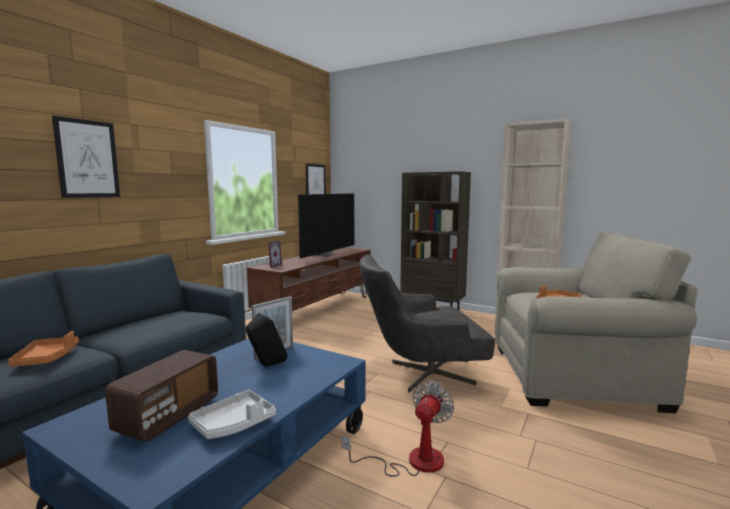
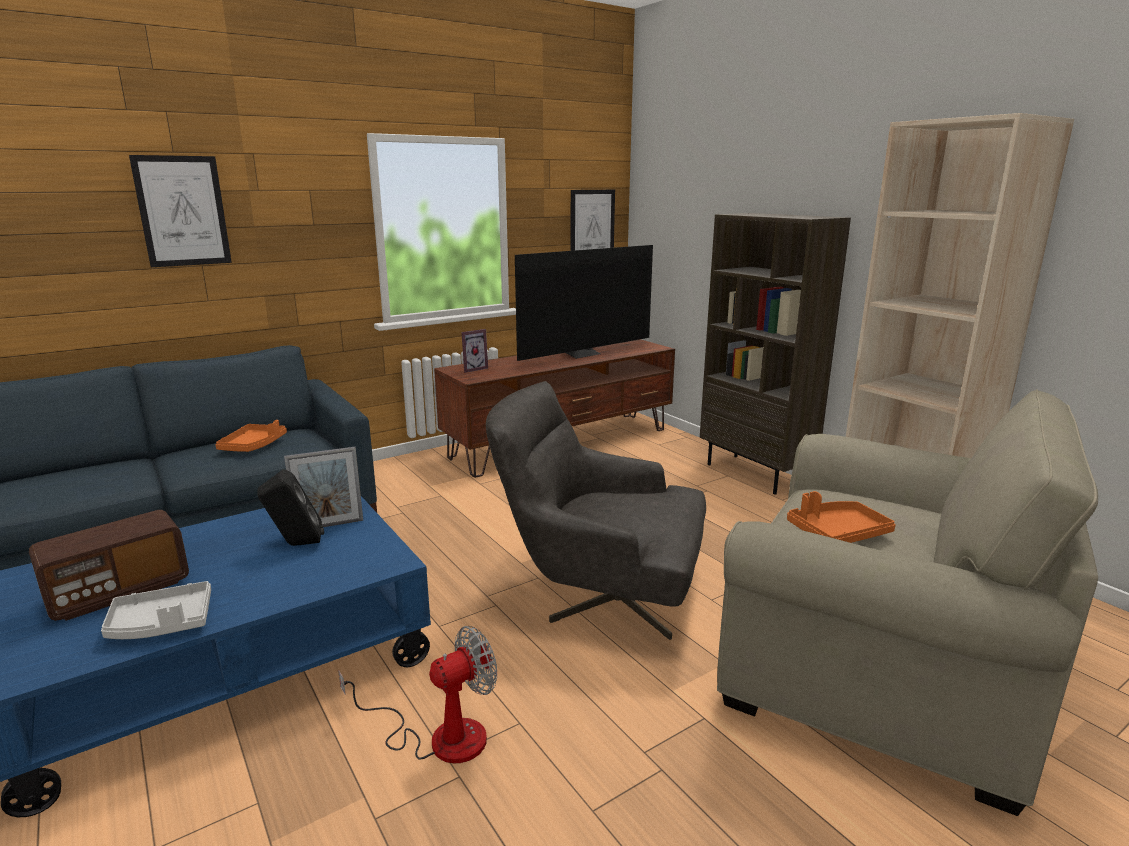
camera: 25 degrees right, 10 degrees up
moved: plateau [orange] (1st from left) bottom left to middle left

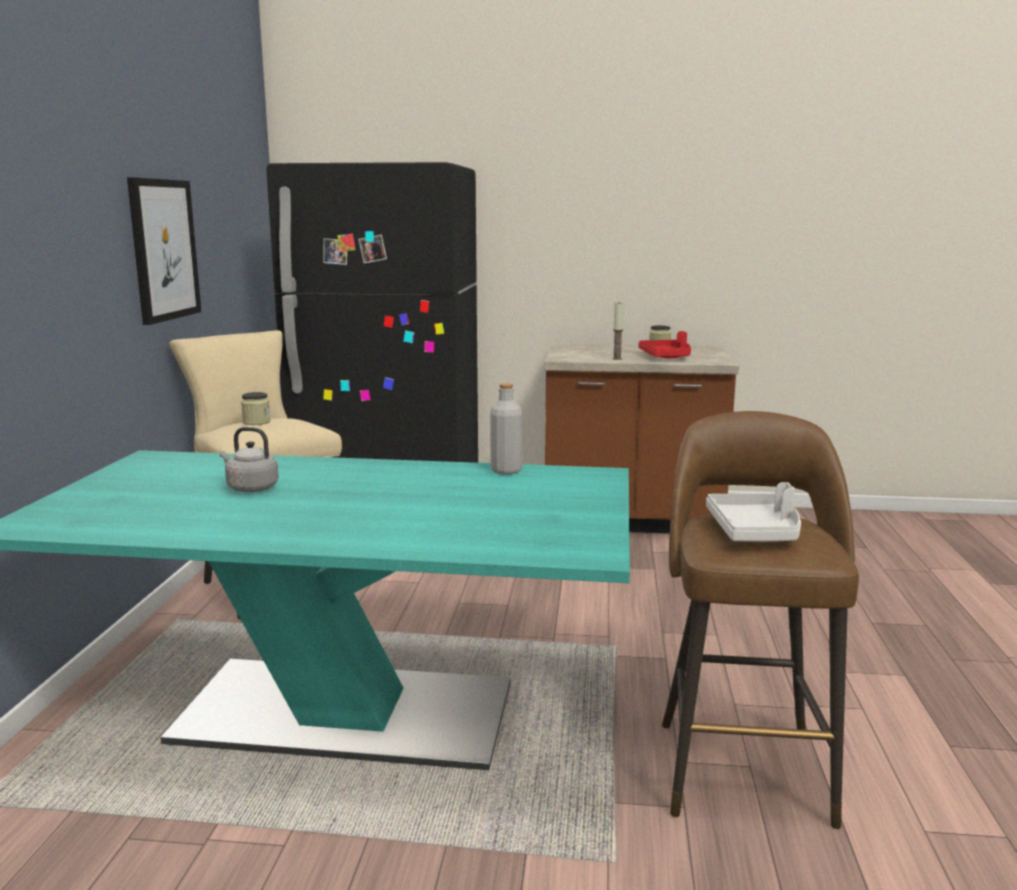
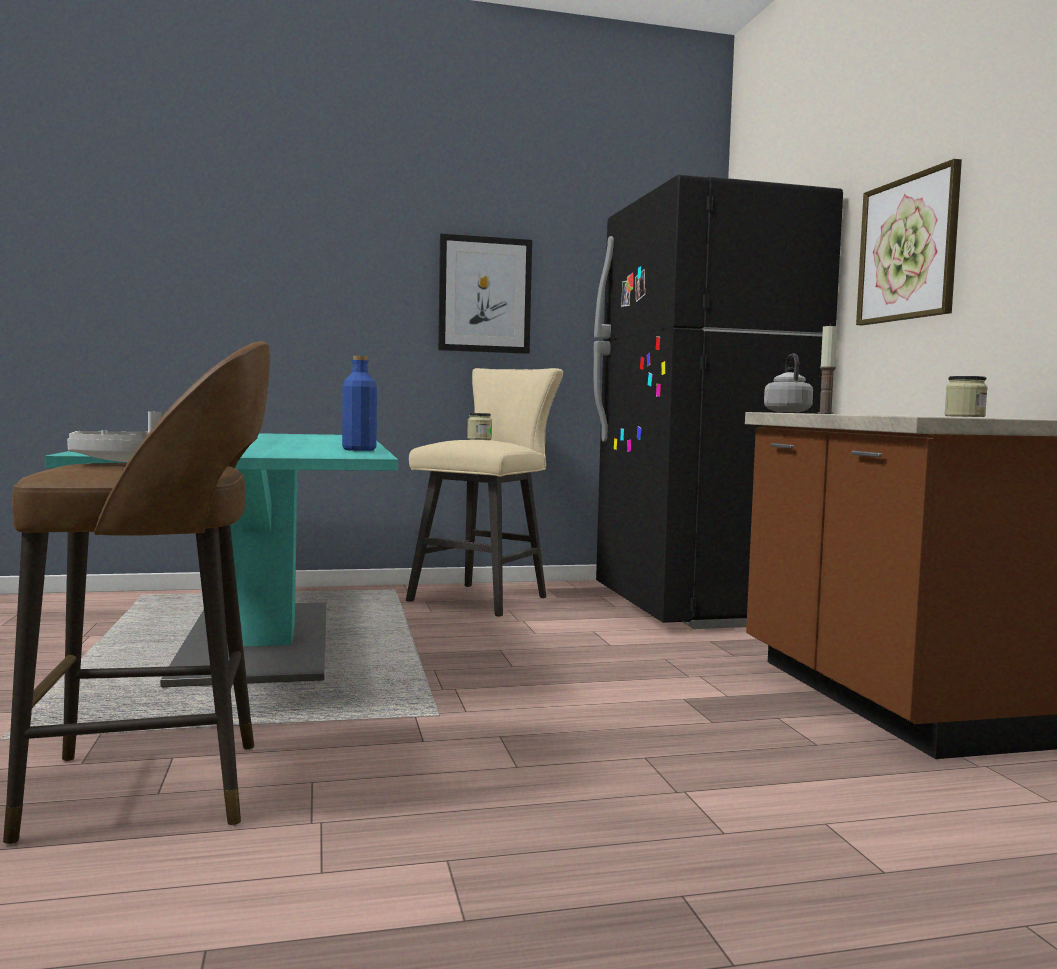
camera: 70 degrees right, 10 degrees down
removed: plateau [rouge] centre
added: tableau (2nd from left) top right
moved: bouilloire [gris] middle left to middle right
recoloured: bouteille [gris] centre to bouteille [bleu] centre

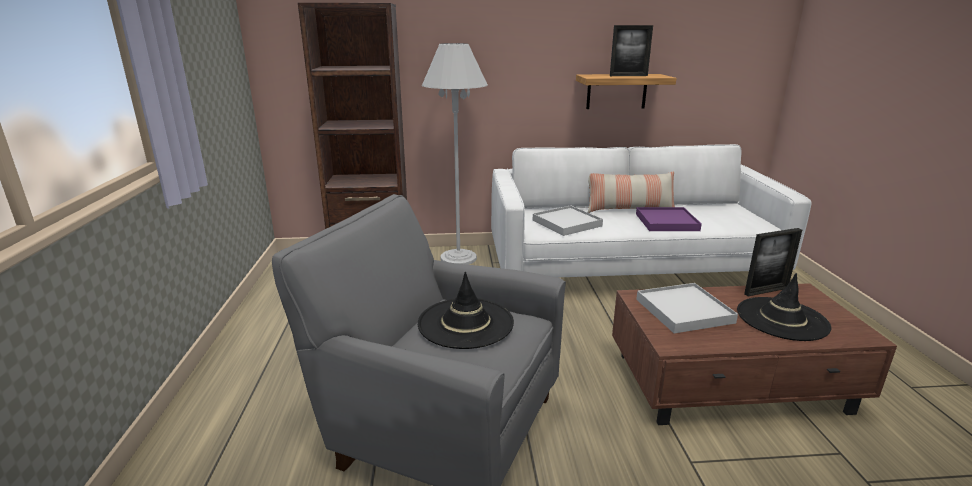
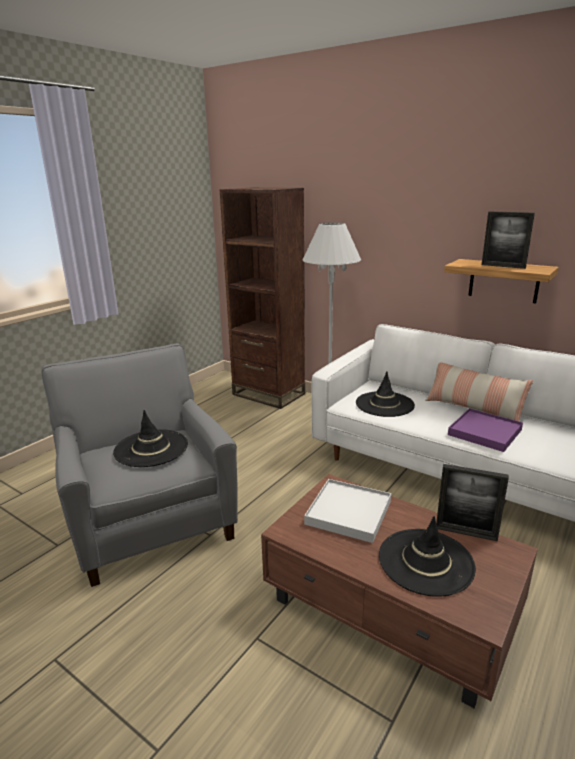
camera: 40 degrees right, 0 degrees up
replaced: plateau [blanc] (1st from left) centre to chapeau [noir] (2nd from left) middle right

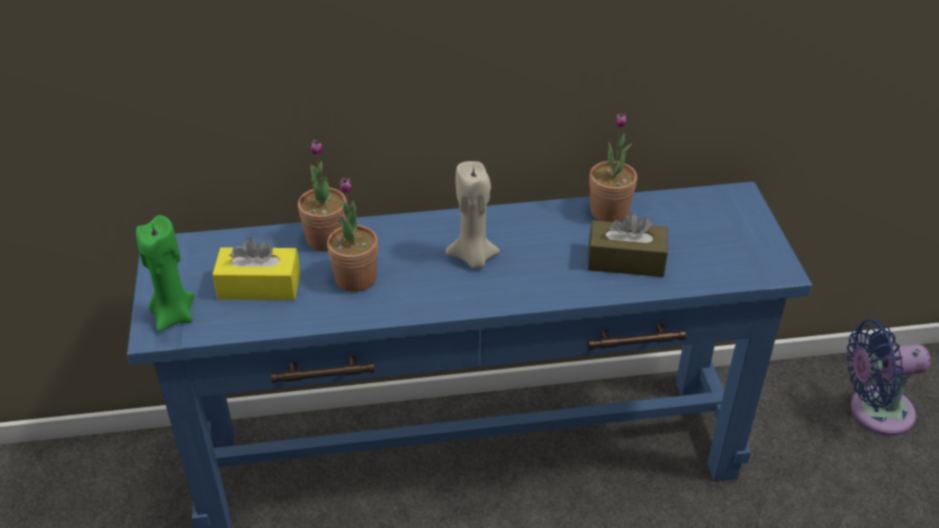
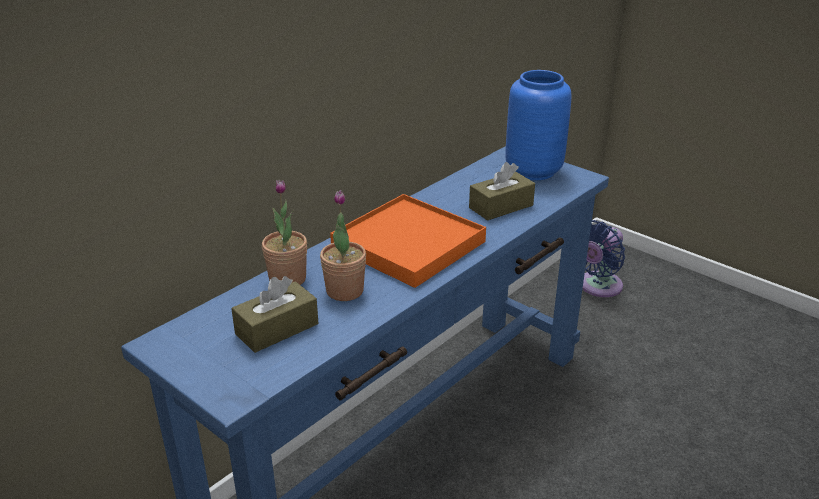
camera: 40 degrees left, 10 degrees down
removed: bougie [vert] middle left; plante en pot (3rd from left) top centre
added: vase [bleu] top centre
replaced: bougie [beige] centre to plateau [orange] centre
recoloured: boîte à mouchoirs [jaune] middle left to boîte à mouchoirs [marron] (1st from left) centre

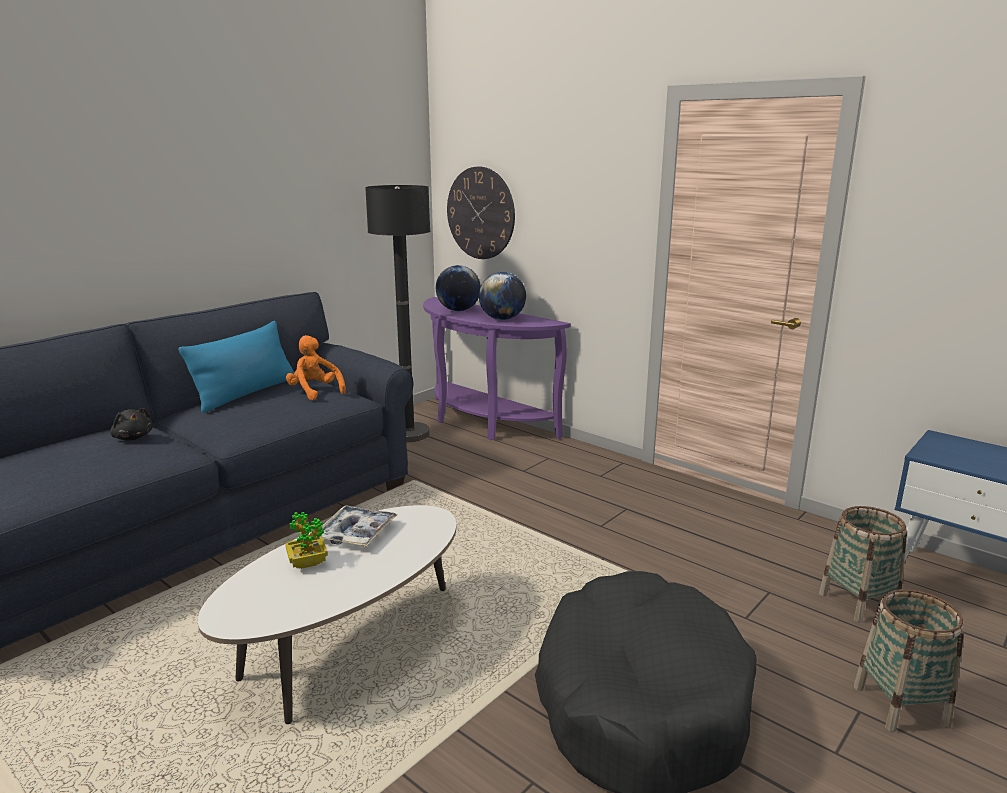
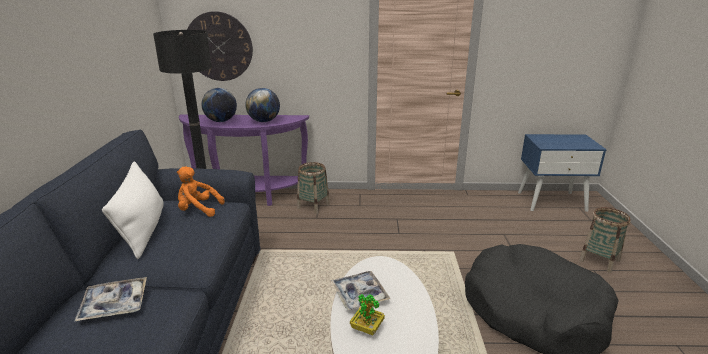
camera: 40 degrees left, 5 degrees up
moved: panier (1st from left) bottom right to centre
replaced: peluche [noir] middle left to plateau (1st from left) bottom left
recoloured: coussin [bleu] middle left to coussin [blanc] middle left

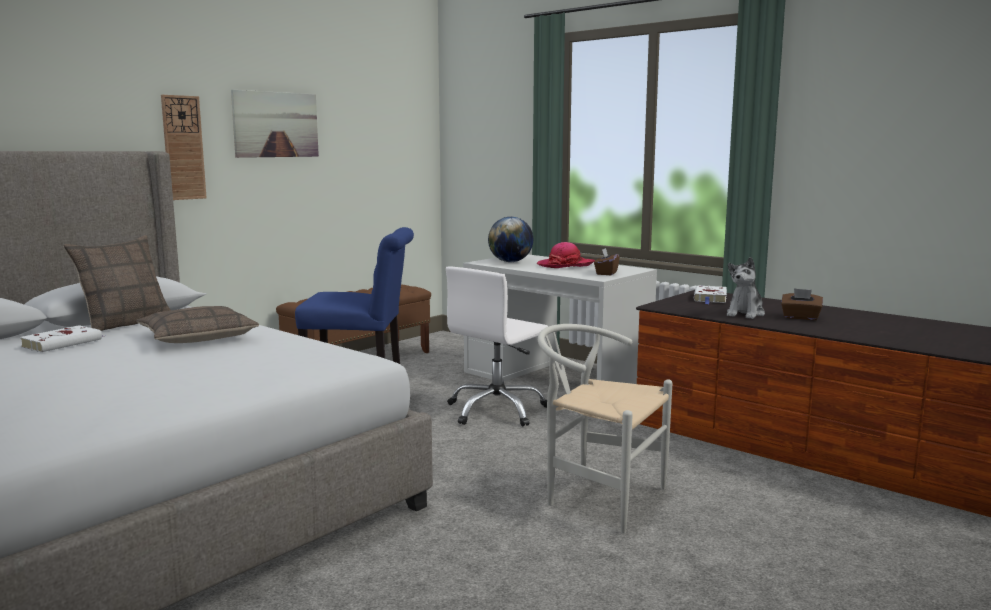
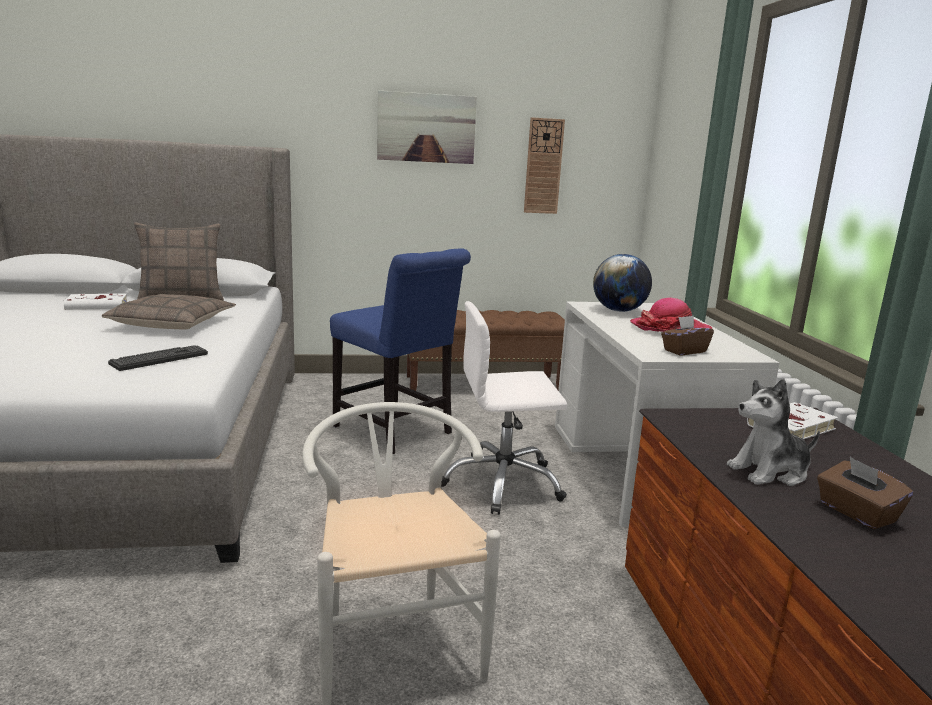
camera: 40 degrees right, 5 degrees up
added: clavier middle left
moved: horloge murale top left to top centre

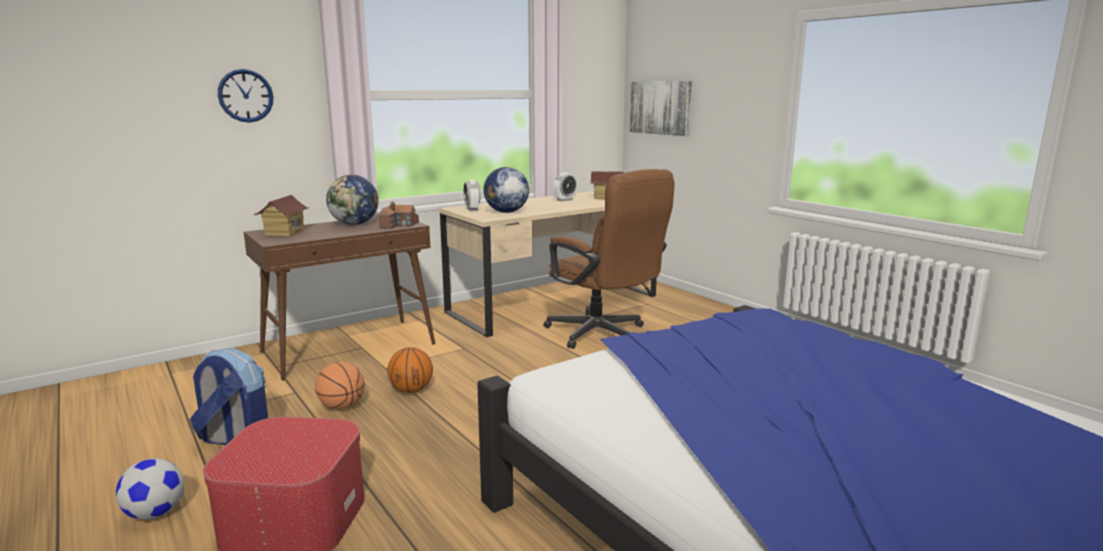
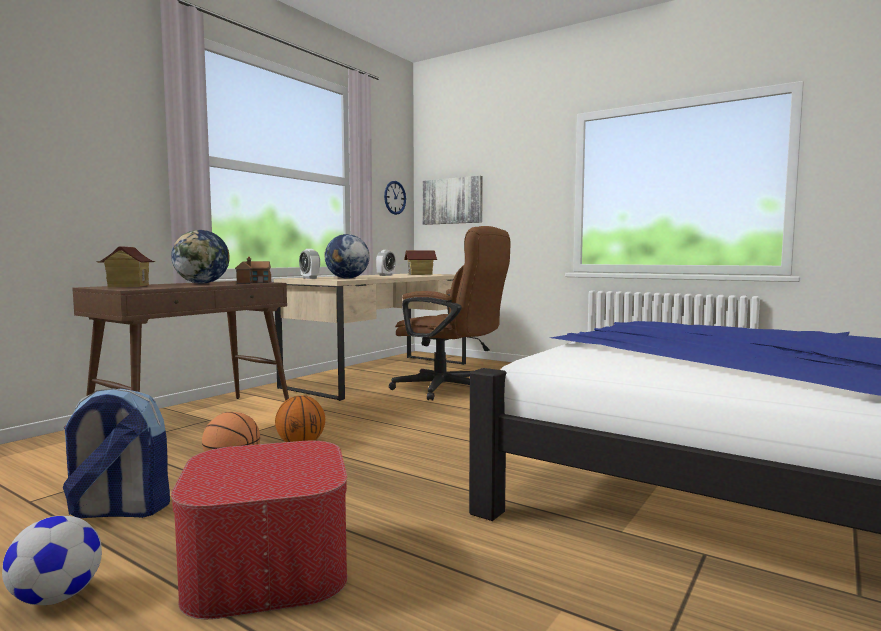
camera: 20 degrees left, 10 degrees down
moved: horloge murale top left to top centre

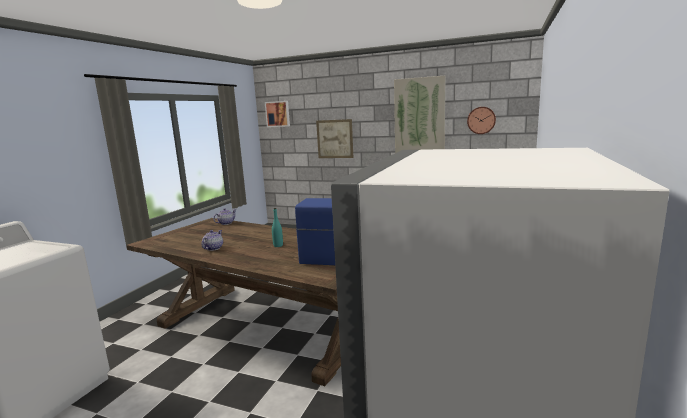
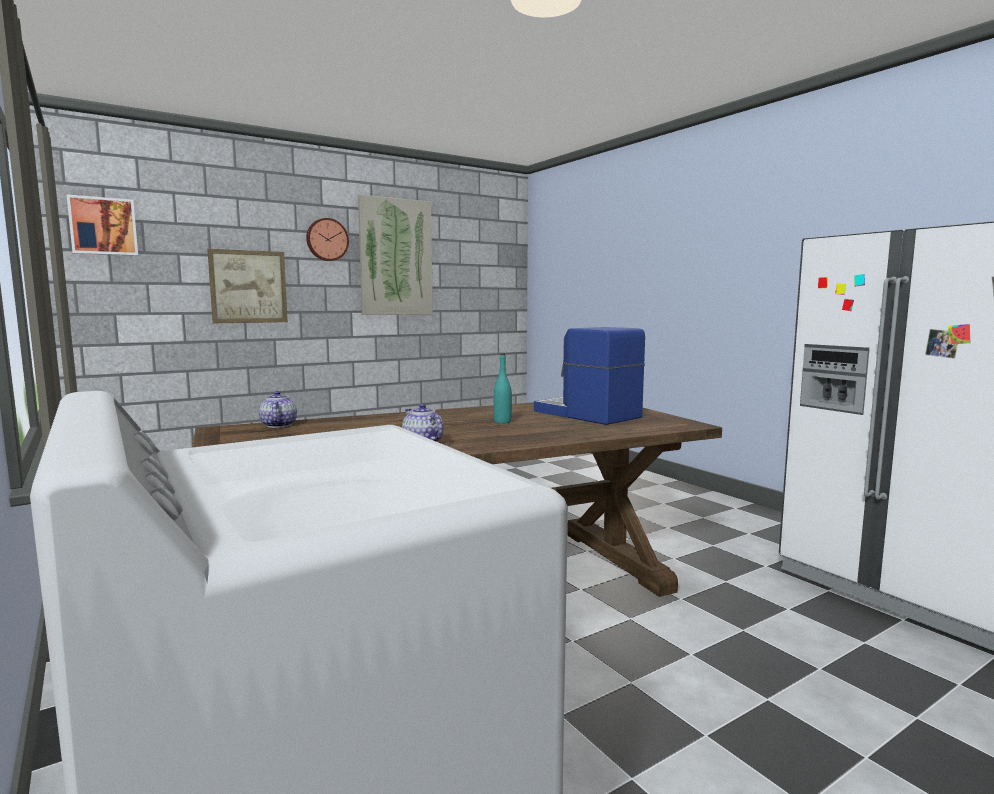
camera: 55 degrees left, 5 degrees down
moved: horloge murale top right to top left

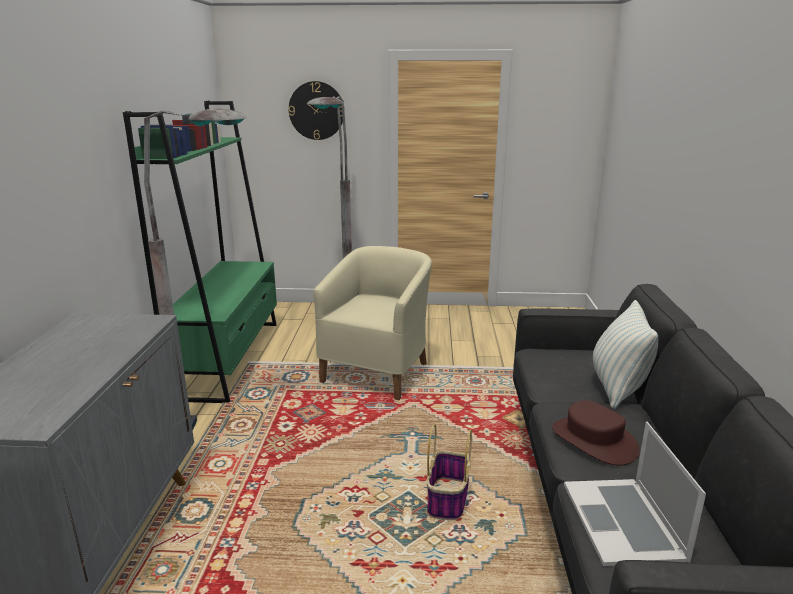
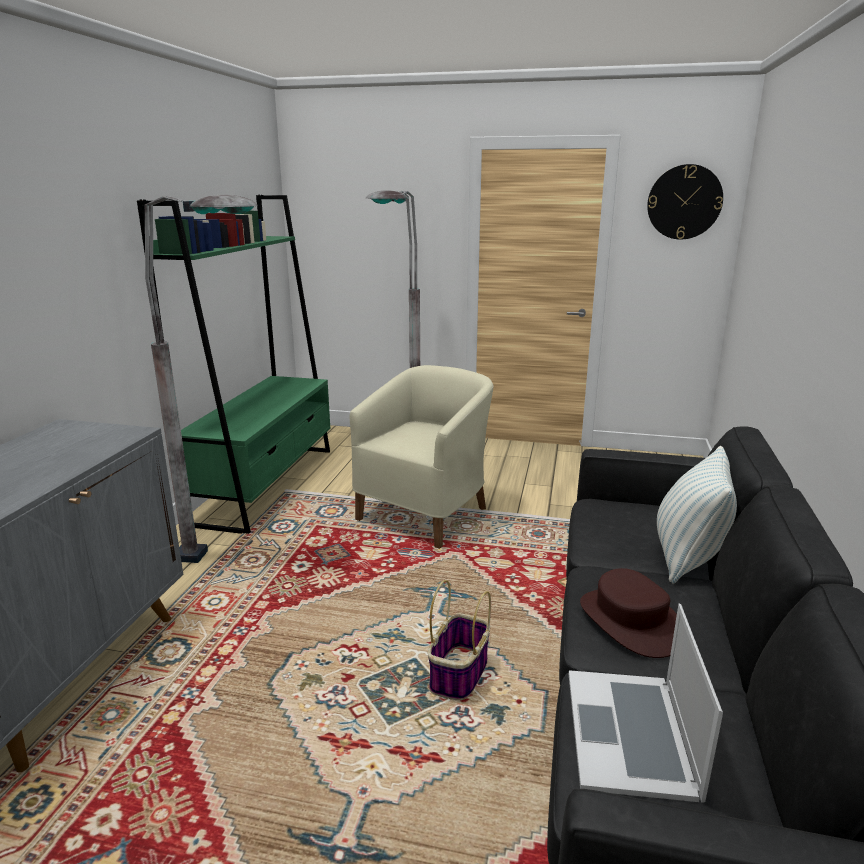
camera: 10 degrees right, 0 degrees up
moved: horloge murale top centre to top right

